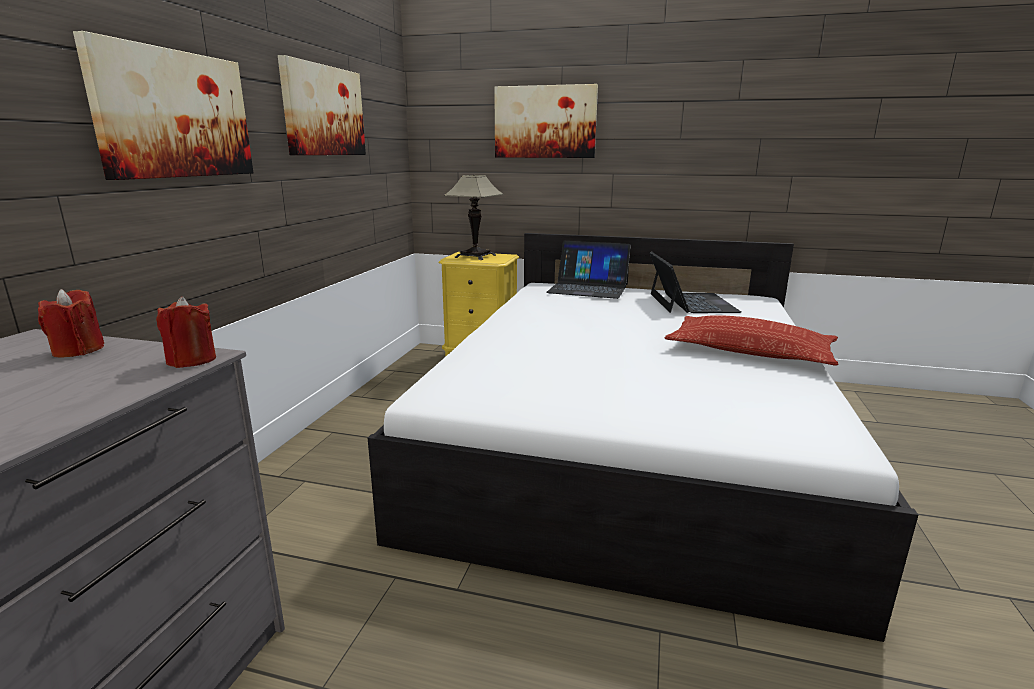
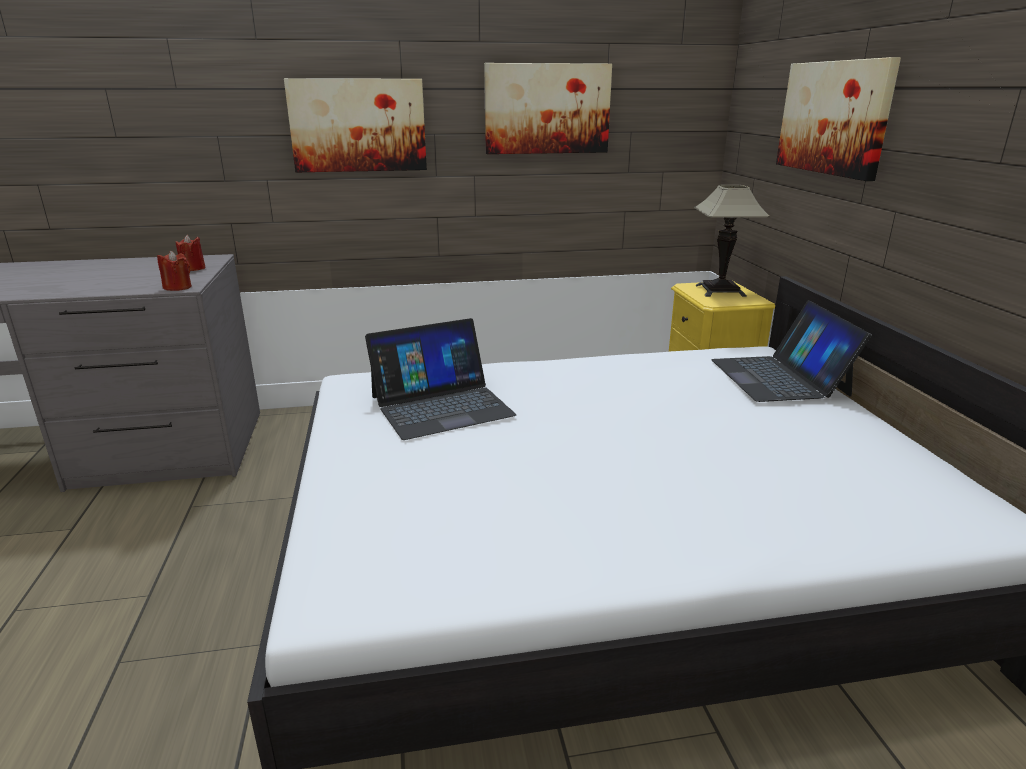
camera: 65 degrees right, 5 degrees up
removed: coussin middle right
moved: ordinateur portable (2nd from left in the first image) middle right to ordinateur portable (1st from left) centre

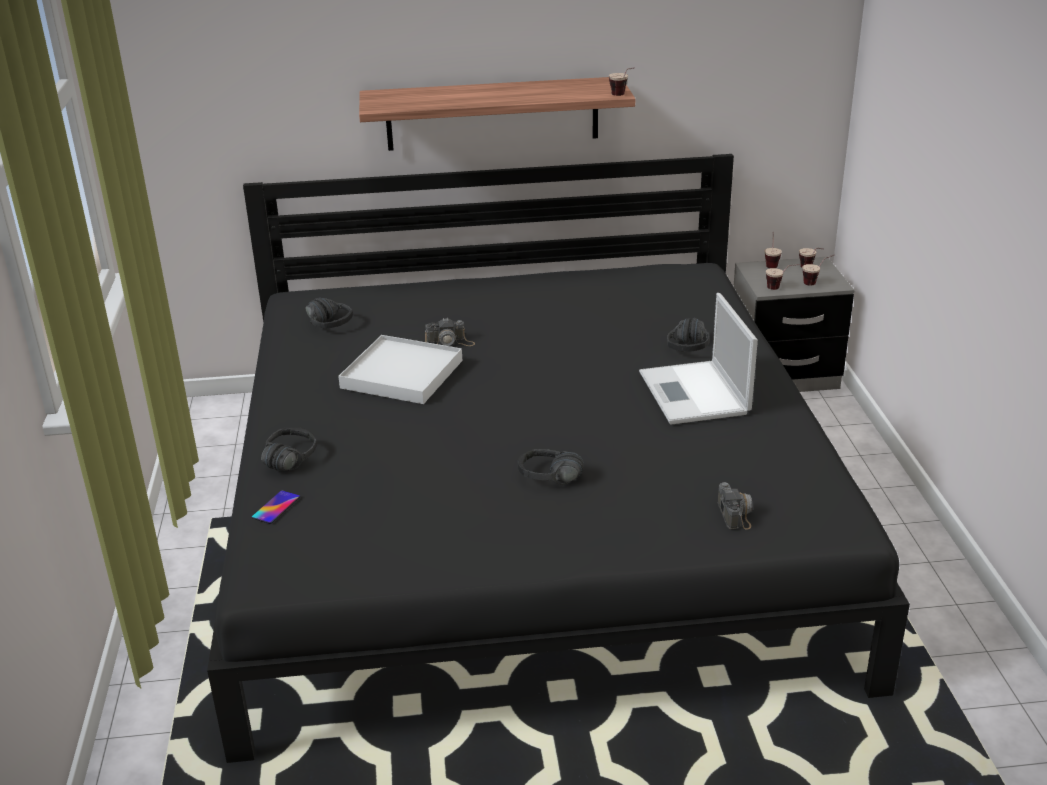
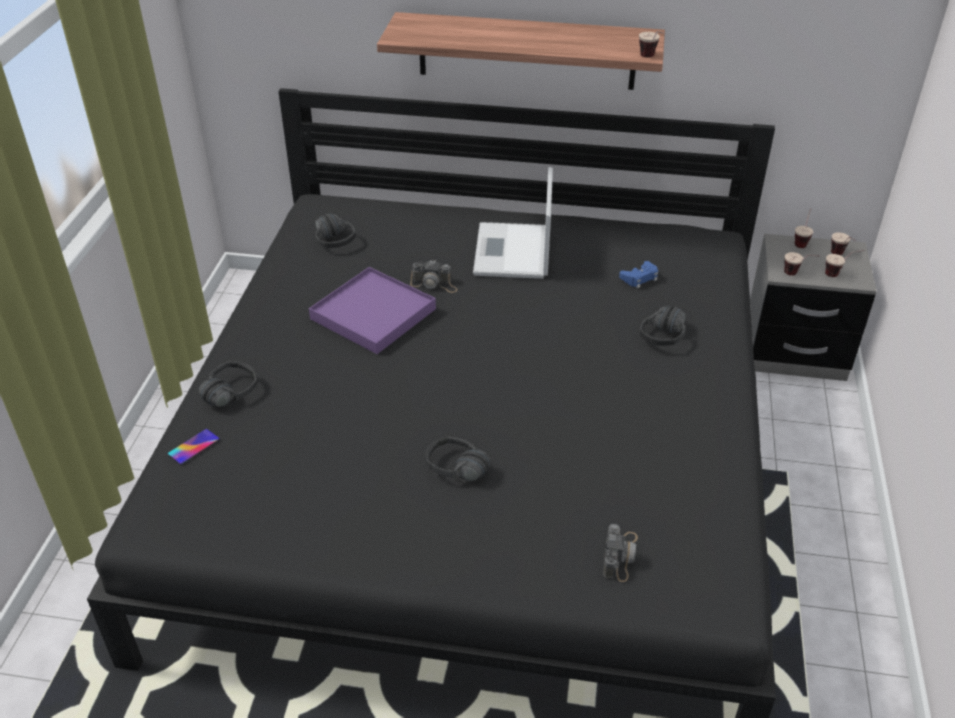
camera: 15 degrees right, 10 degrees up
added: manette [bleu] middle right
moved: ordinateur portable middle right to top centre
recoloured: plateau [blanc] centre to plateau [violet] centre

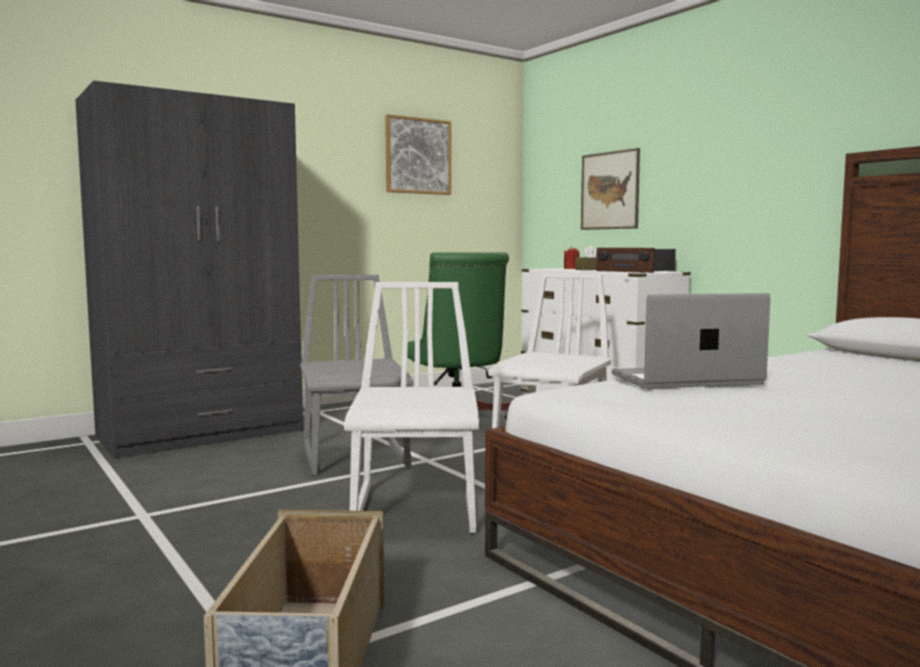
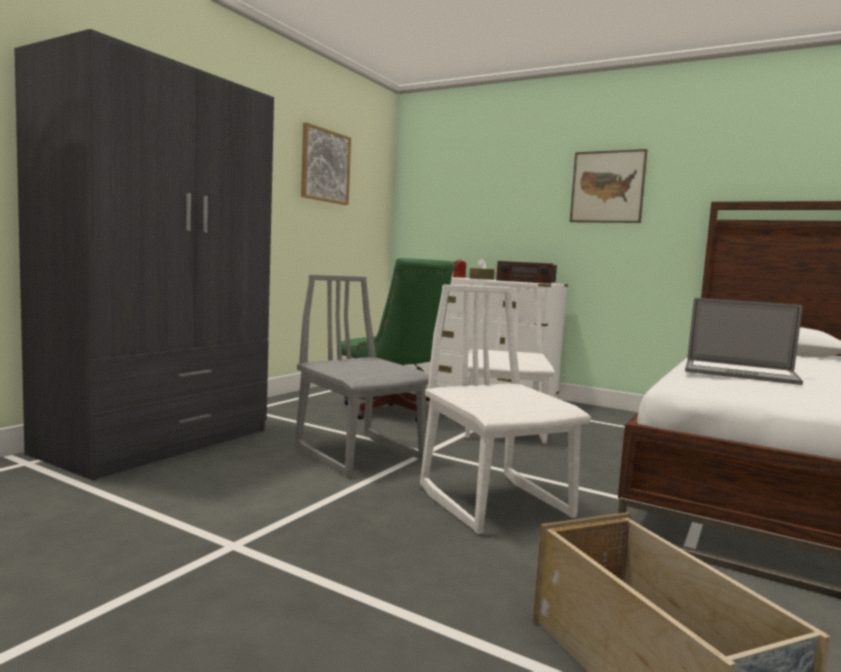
camera: 25 degrees left, 0 degrees up
moved: tableau (2nd from left) top centre to top right
turned: ordinateur portable middle right = middle right 120 degrees counterclockwise

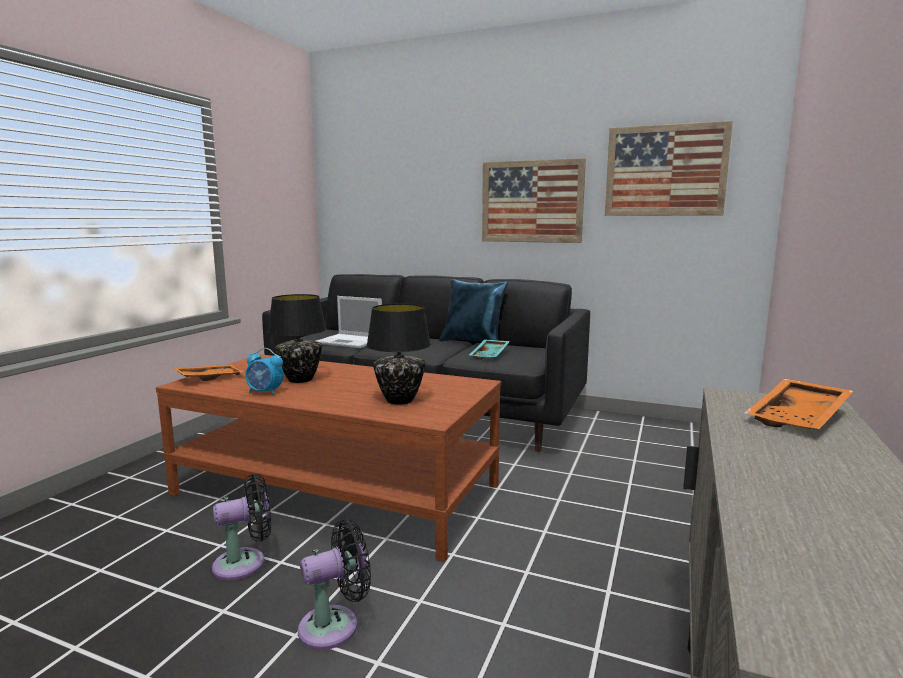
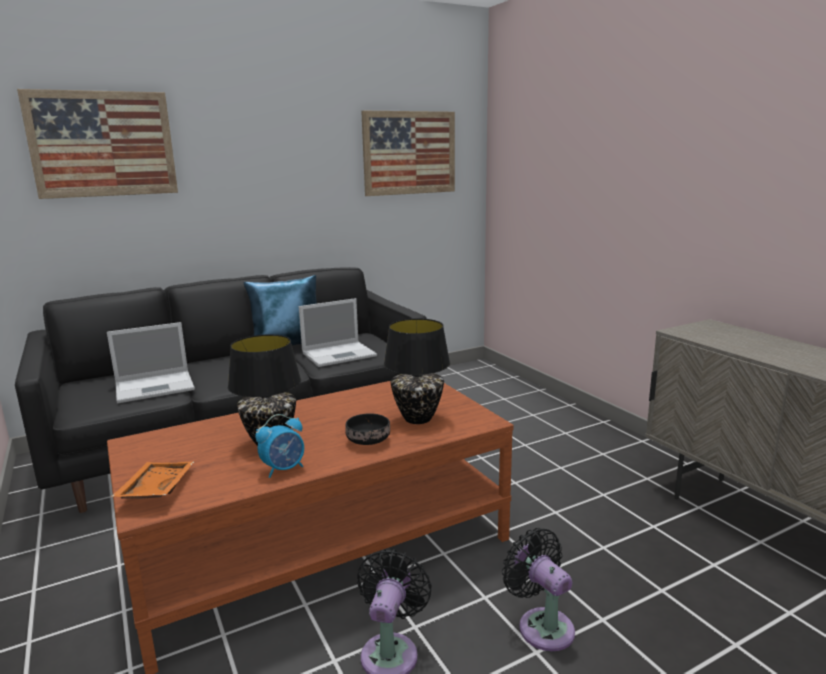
camera: 50 degrees left, 5 degrees up
removed: plateau [orange] (2nd from left) middle right
added: bol [noir] centre
moved: tableau (1st from left) top centre to top left
replaced: plateau [turquoise] centre to ordinateur portable (2nd from left) centre
turned: ventilateur [noir] (2nd from left) bottom centre = bottom centre 45 degrees counterclockwise

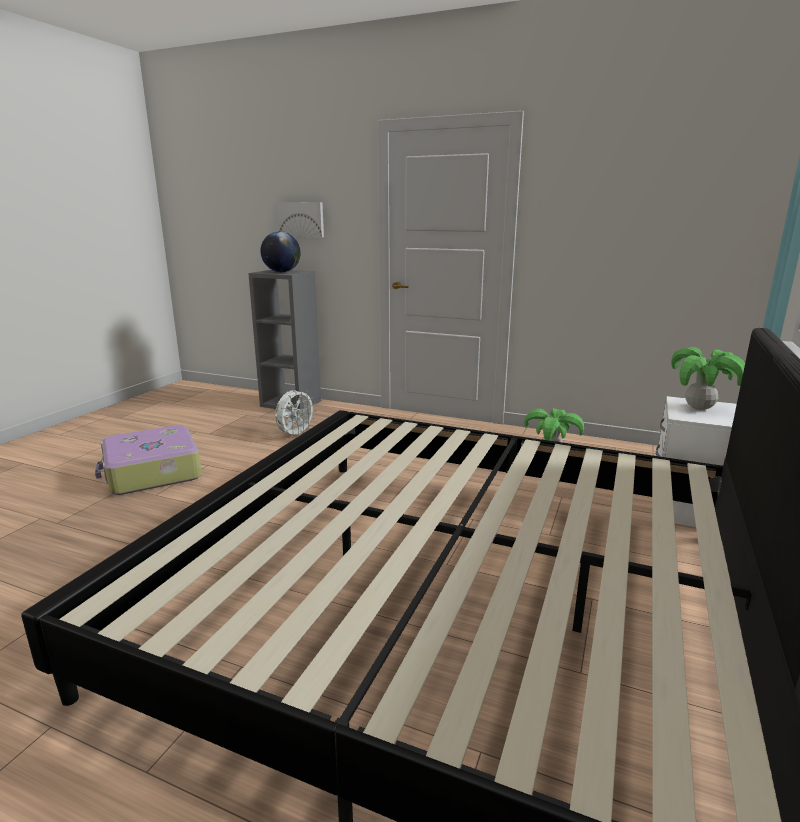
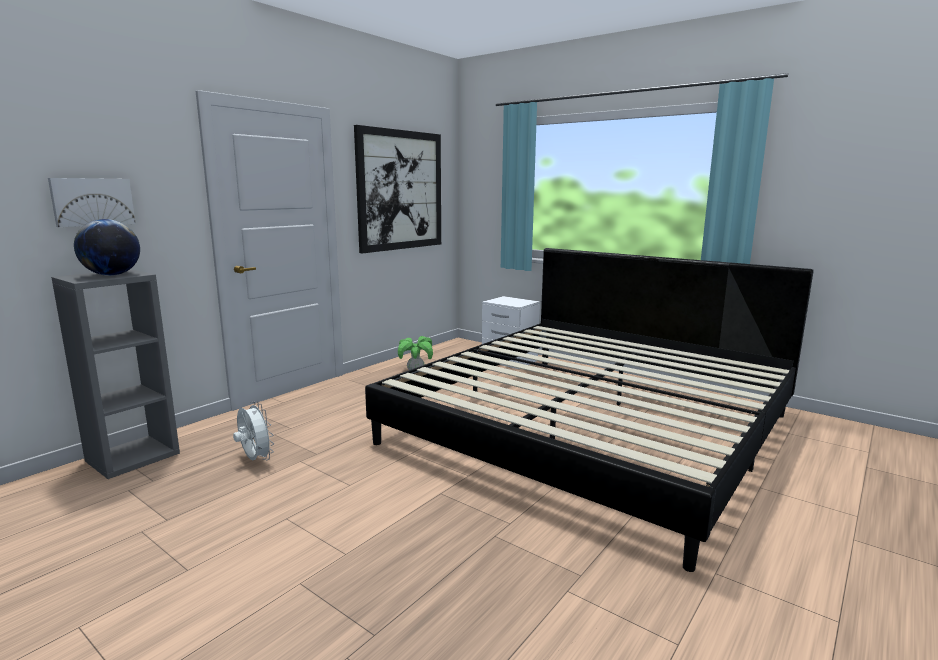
camera: 75 degrees left, 5 degrees down
removed: valise middle left; plante en pot (2nd from left) middle right
added: tableau (2nd from left) top centre

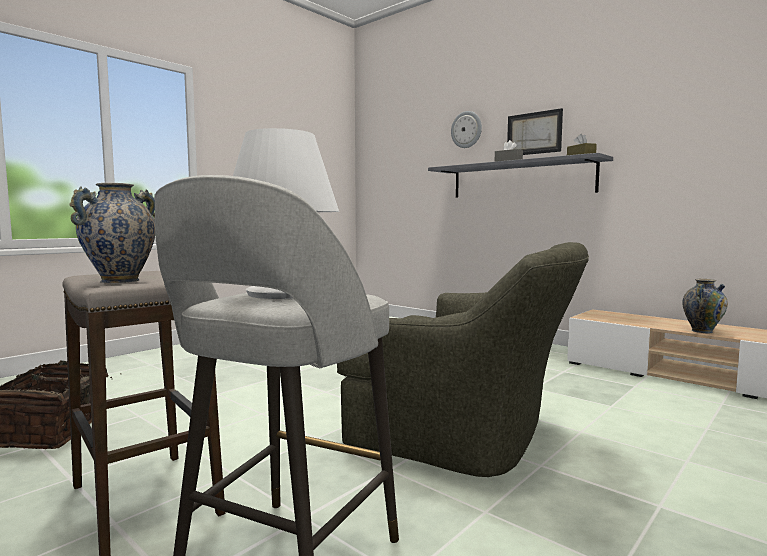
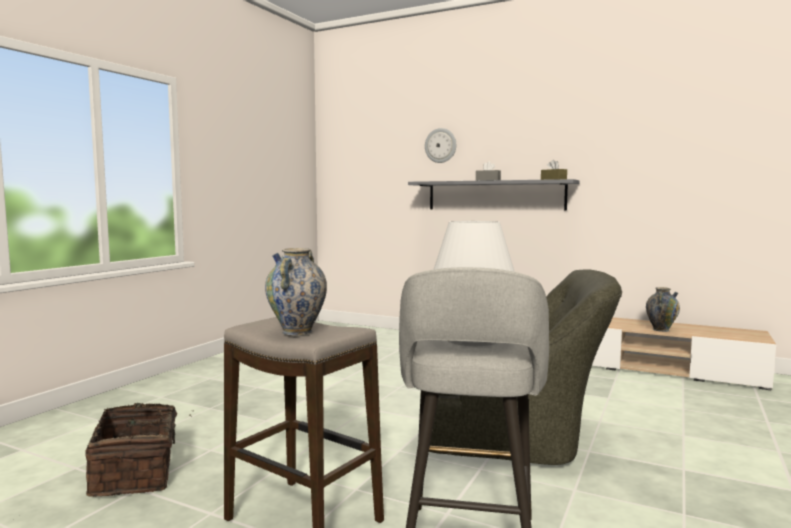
camera: 15 degrees left, 0 degrees up
removed: tableau top right

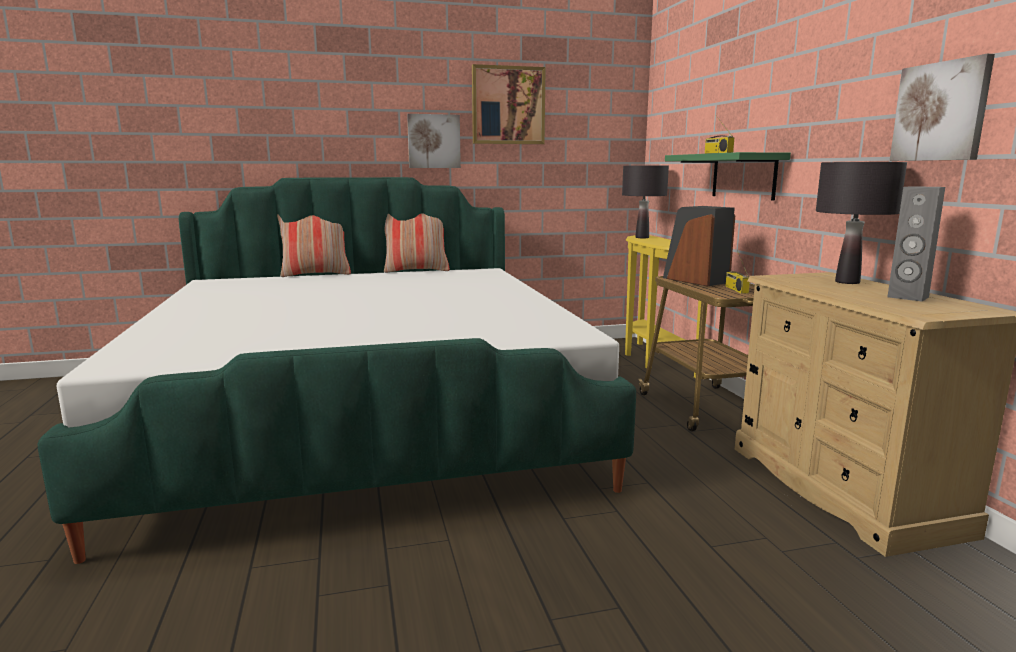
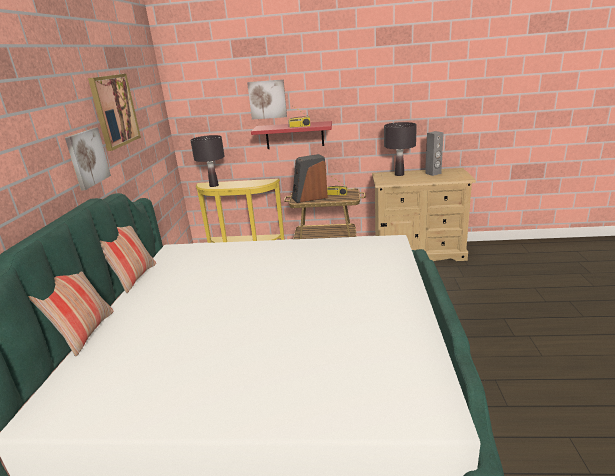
camera: 70 degrees left, 10 degrees up
moved: tableau (3rd from left) top right to top centre
recoloured: étagère [vert] top right to étagère [rouge] top centre

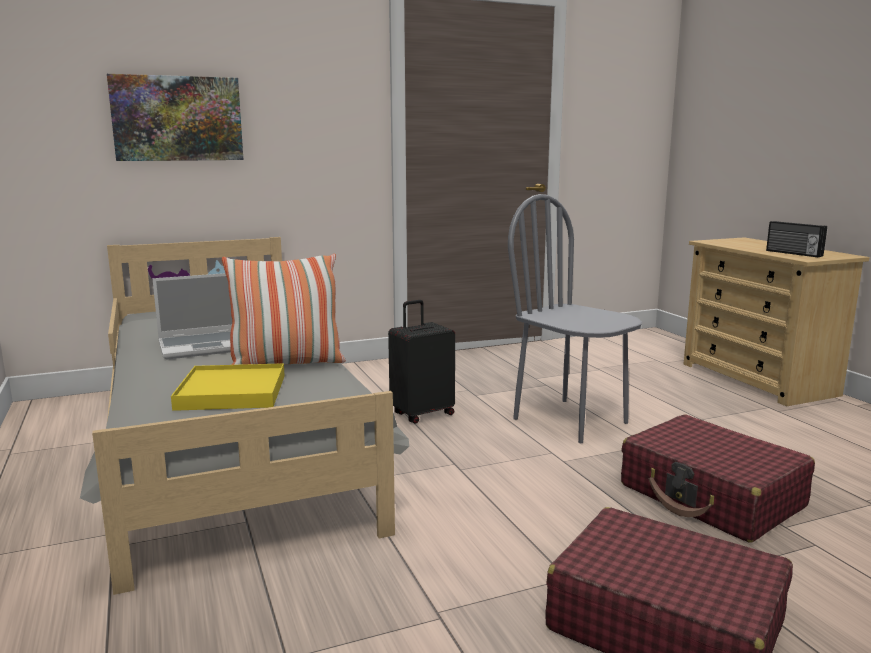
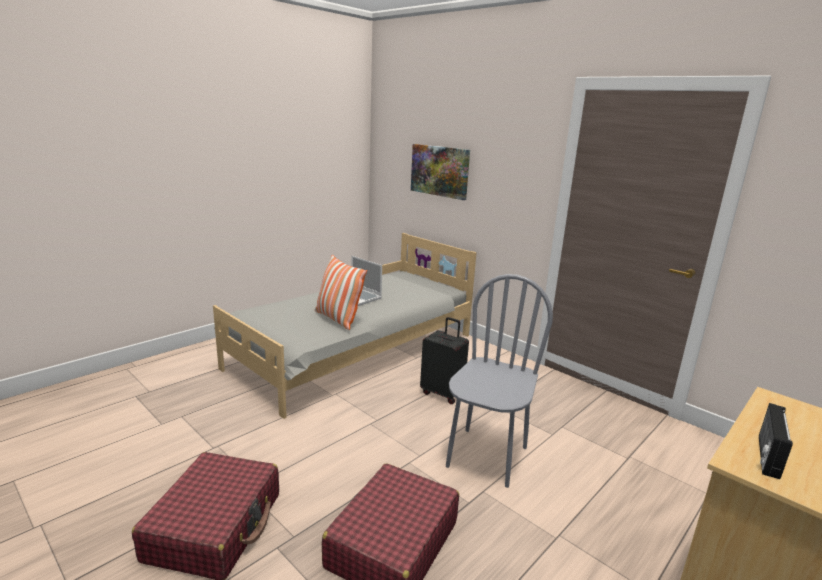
camera: 65 degrees right, 5 degrees up
removed: plateau [jaune] middle left

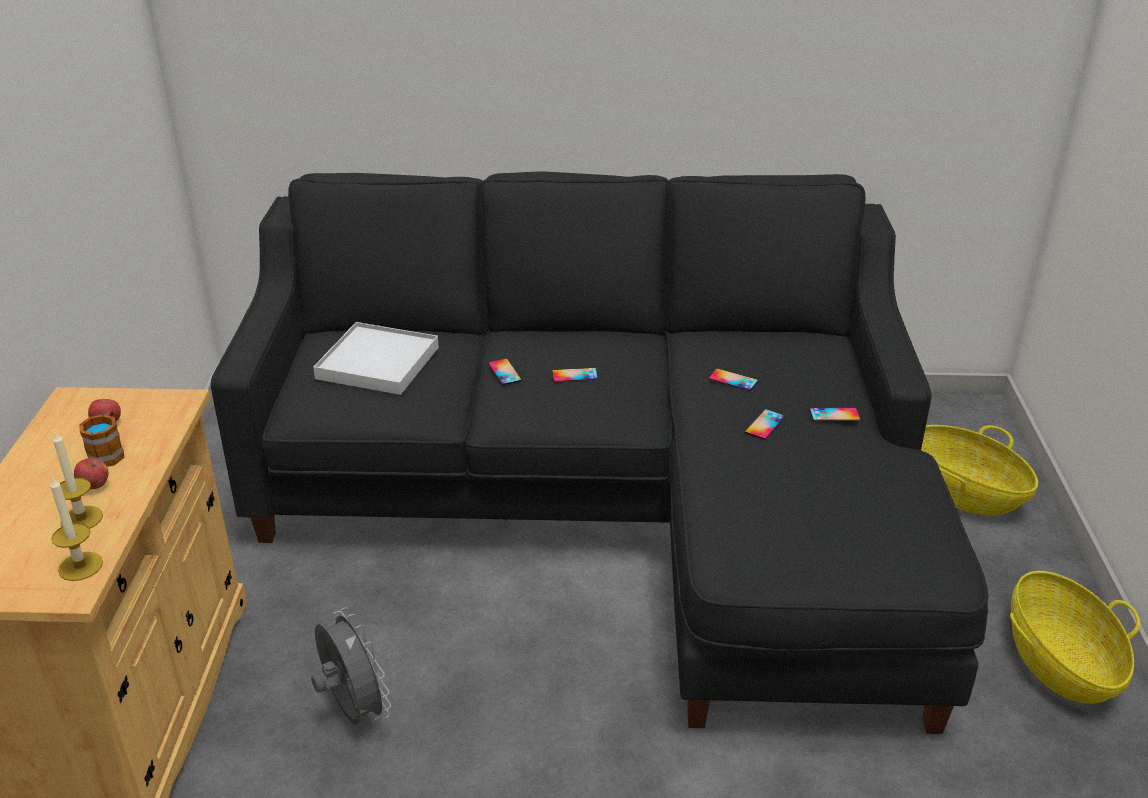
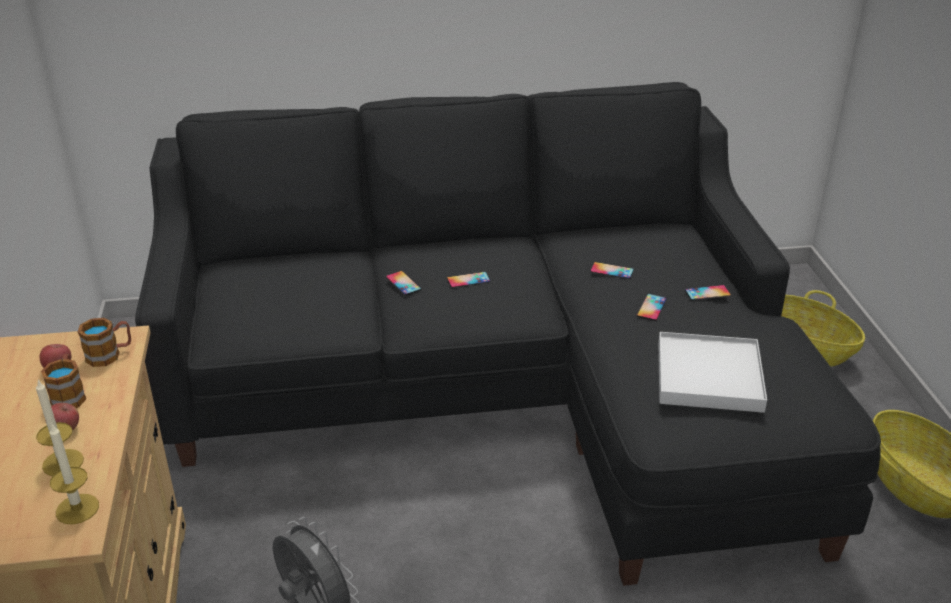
camera: 10 degrees left, 0 degrees up
added: mug (2nd from left) middle left
moved: plateau [blanc] middle left to middle right

